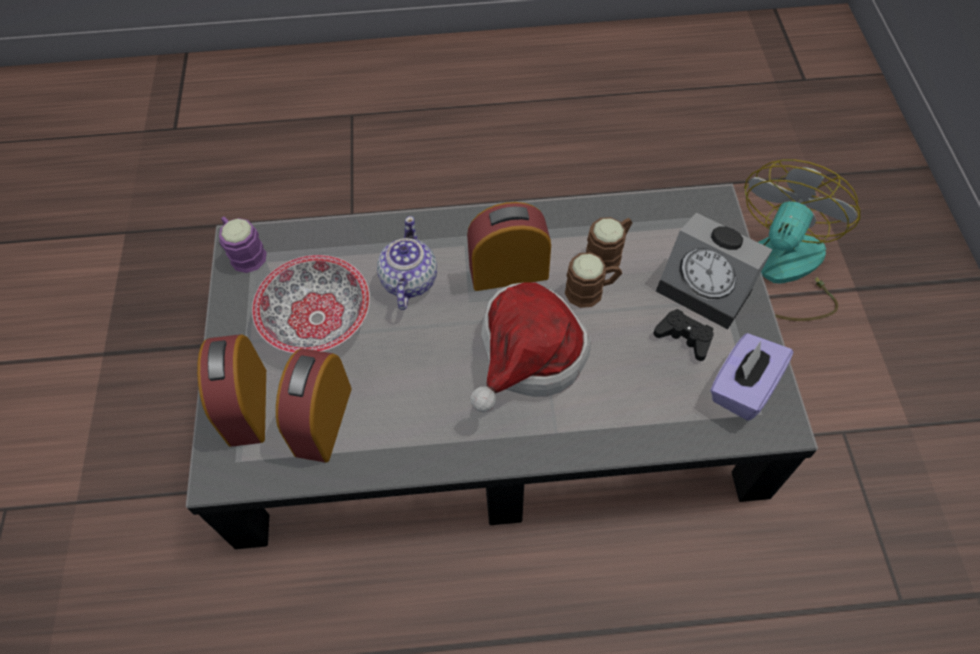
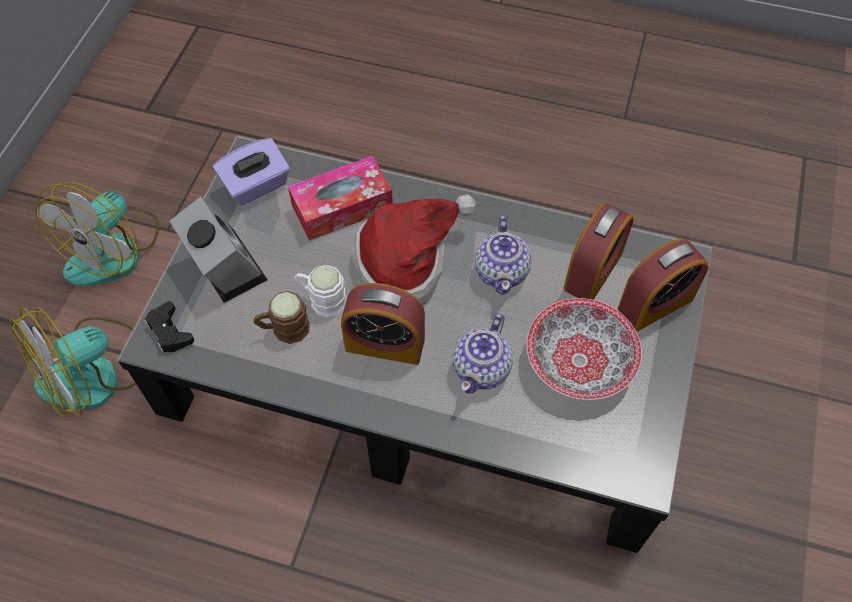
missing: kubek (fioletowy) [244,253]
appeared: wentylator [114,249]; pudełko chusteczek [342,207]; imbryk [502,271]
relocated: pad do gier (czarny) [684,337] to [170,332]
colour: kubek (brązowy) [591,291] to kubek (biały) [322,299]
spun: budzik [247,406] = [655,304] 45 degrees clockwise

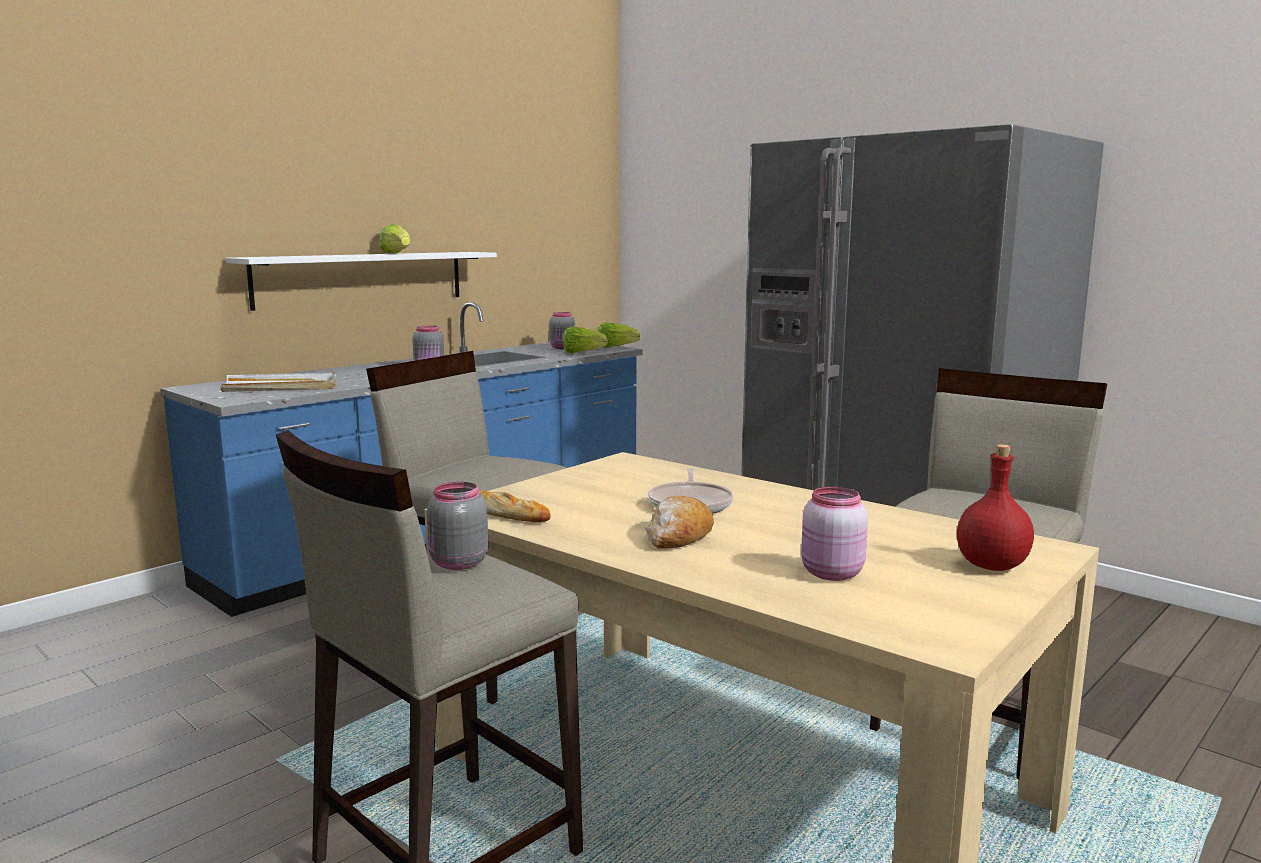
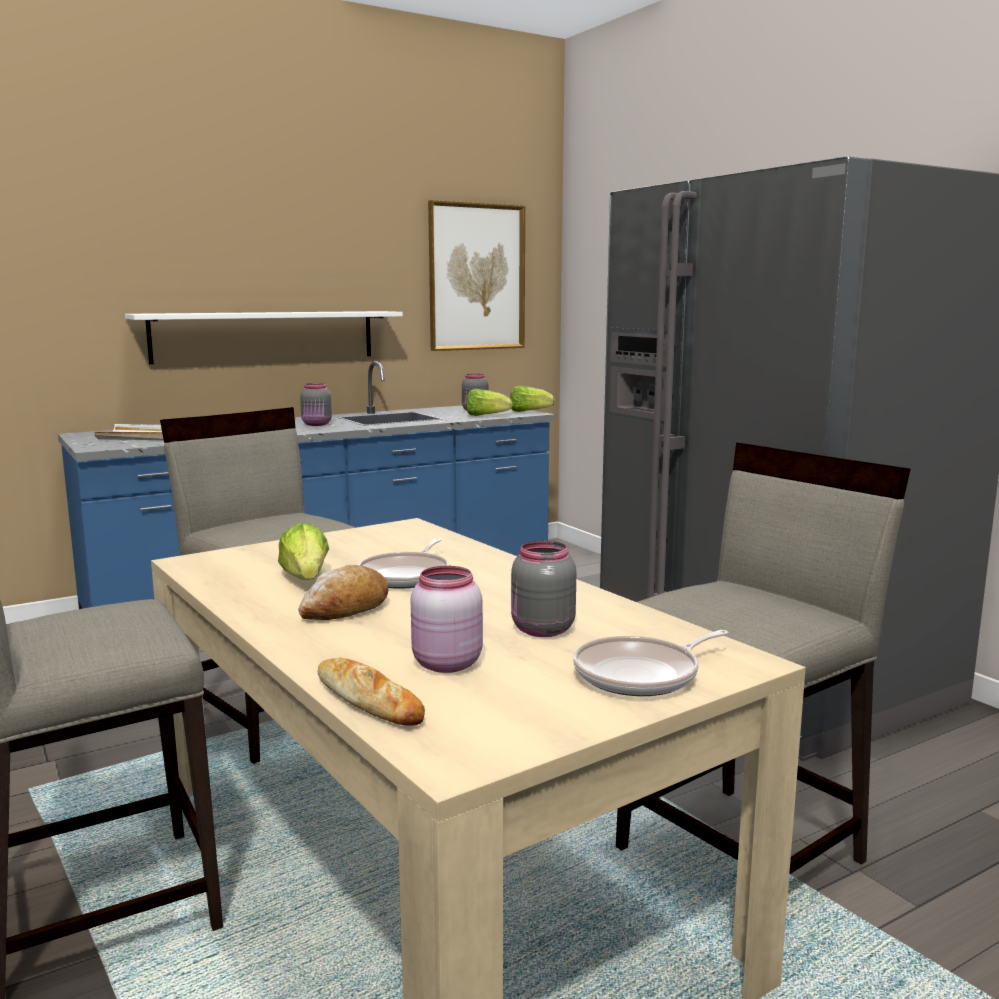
appeared: obraz [476,277]
relocated: sałata [397,254] to [306,579]; chleb [504,514] to [368,700]; słoik (szary) [457,563] to [541,630]
exchanged: butelka (czerwony) [993,566] to patelnia [641,675]

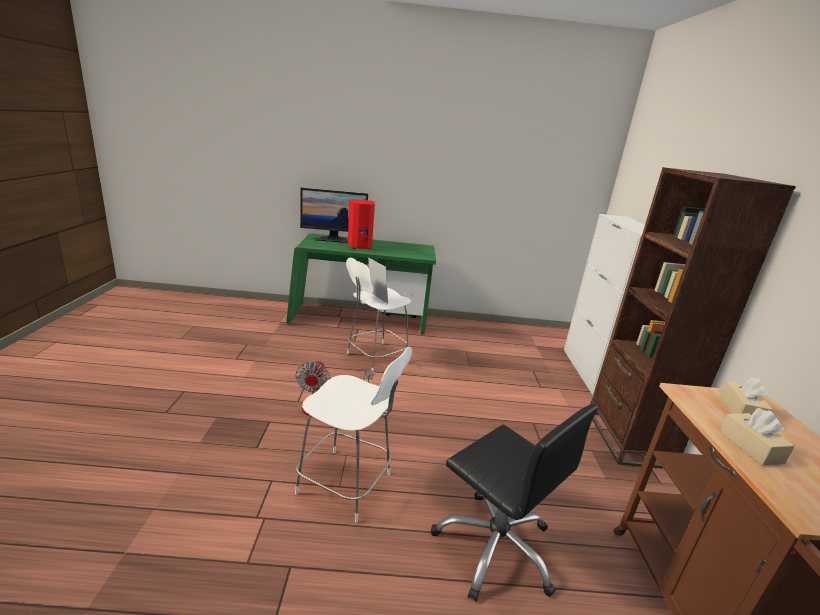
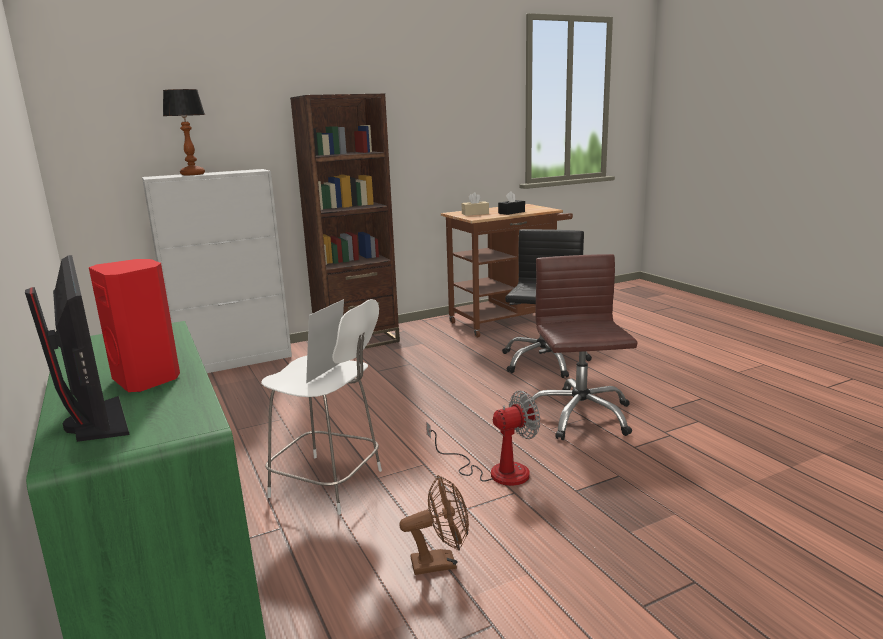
appeared: lampa stołowa [193,174]; wentylator (brązowy) [441,562]
exchanged: stołek (biały) [347,485] to krzesło biurowe (brązowy) [579,415]
colour: pudełko chusteczek (beżowy) [750,447] to pudełko chusteczek (czarny) [511,212]

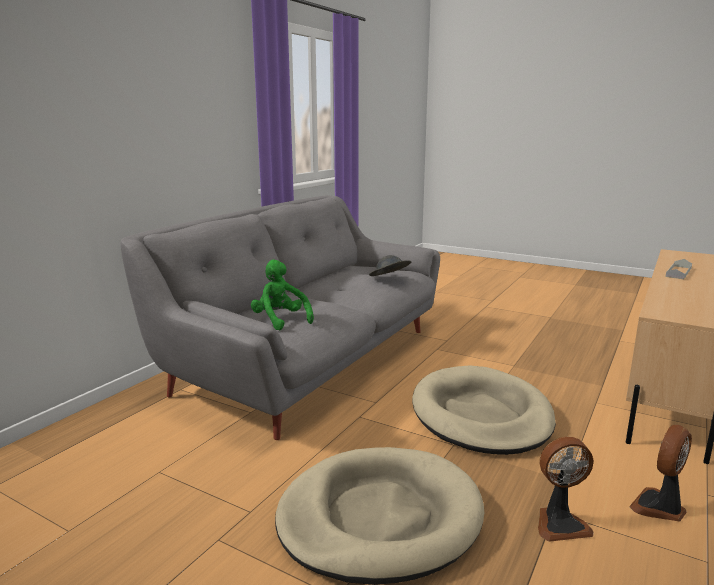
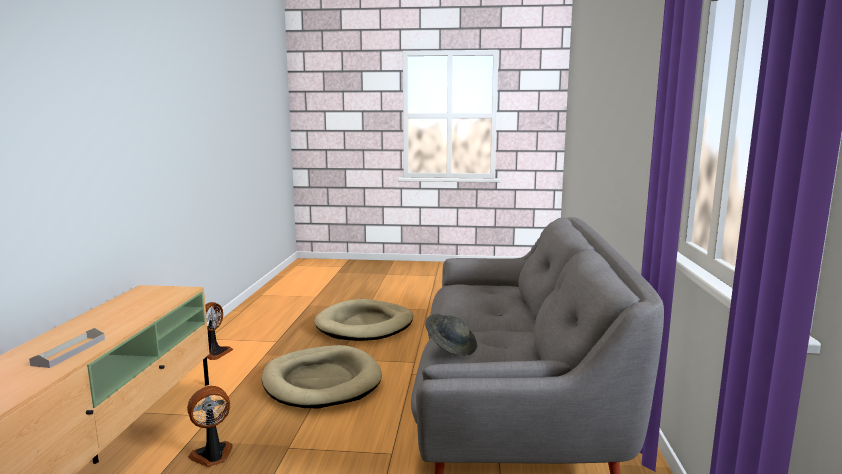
missing: pluszak (zielony) [280,320]
relocated: wentylator [559,523] to [213,456]

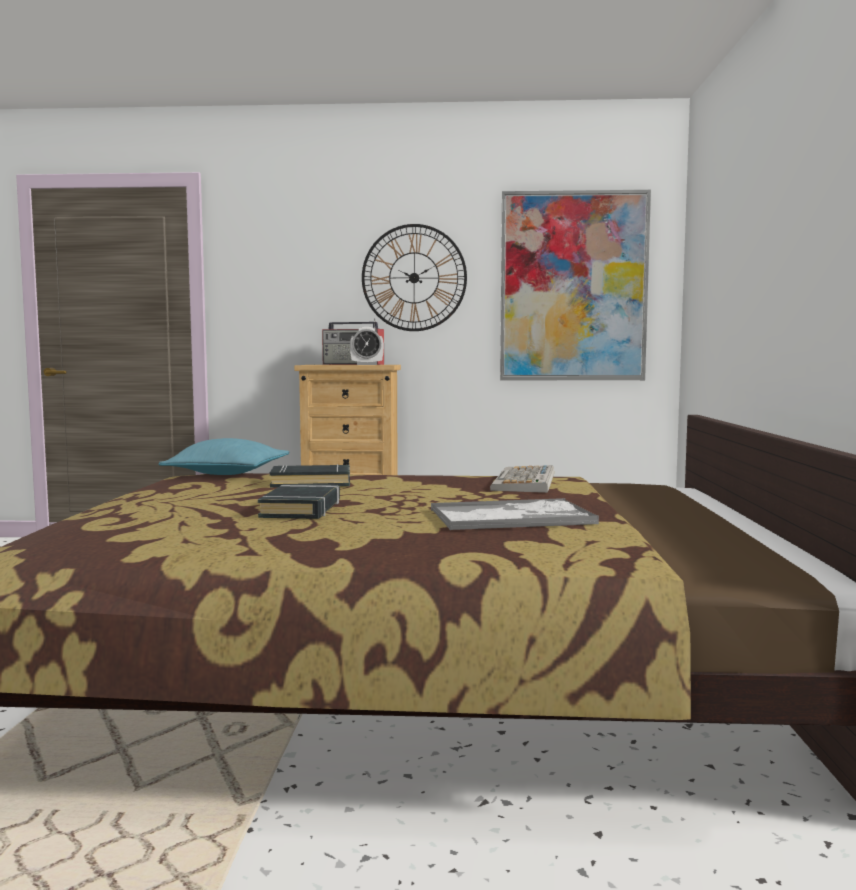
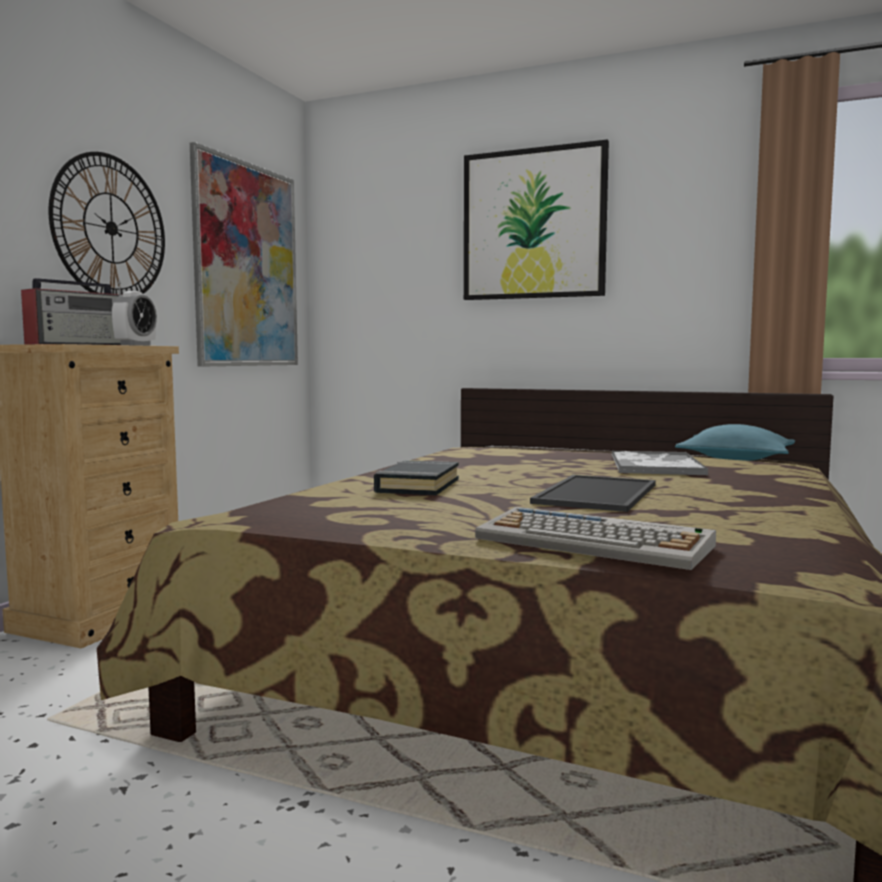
appeared: obraz [533,224]
relocated: klawiatura [525,482] to [595,542]; poduszka (turkusowy) [227,473] to [736,459]
exchanged: książka (czarny) [301,509] to taca [594,493]

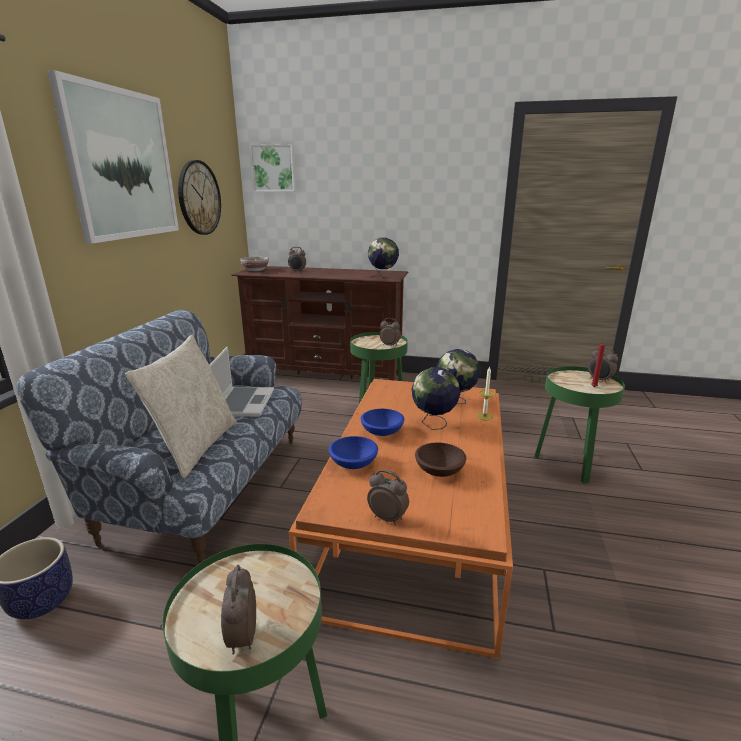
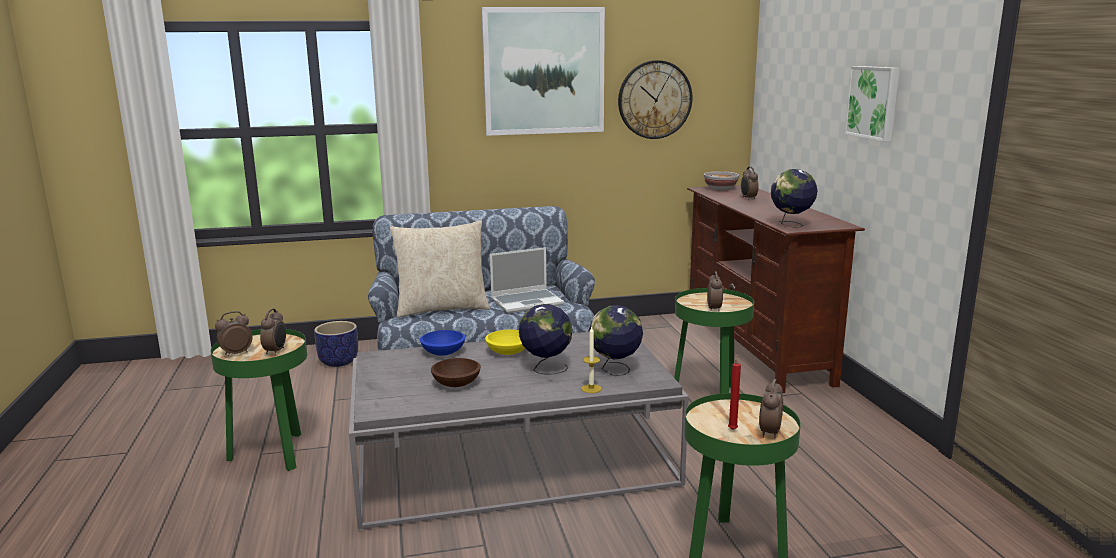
relocated: budzik [388,517] to [276,351]; obraz [274,168] to [874,102]
colour: ława (pomarańczowy) [415,517] to ława (szary) [514,461]; miska (niebieski) [382,431] to miska (żółty) [509,352]

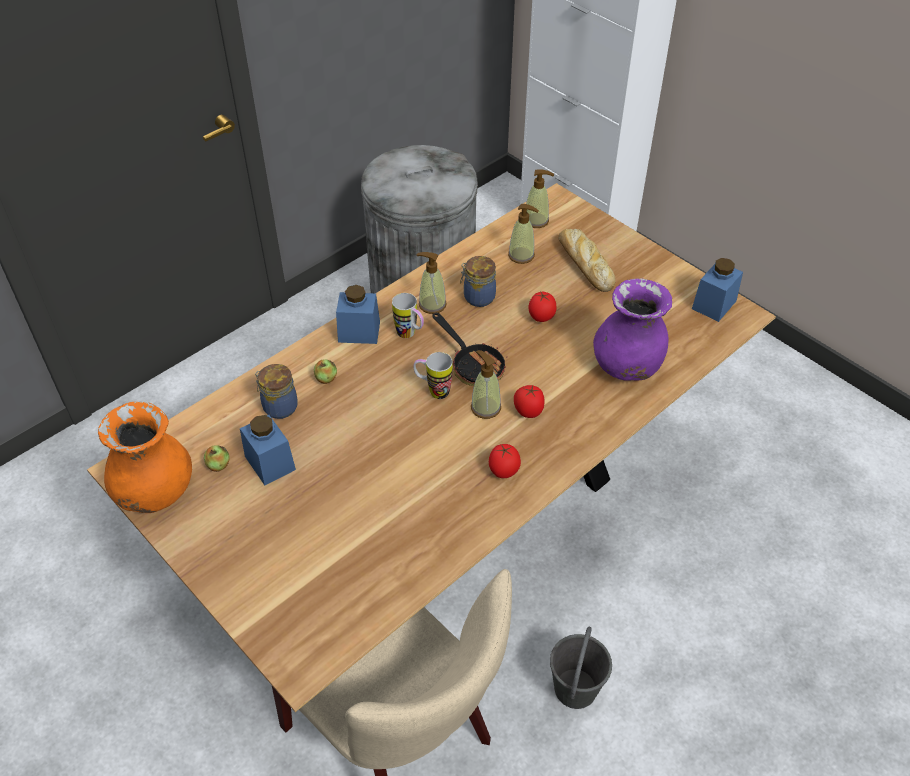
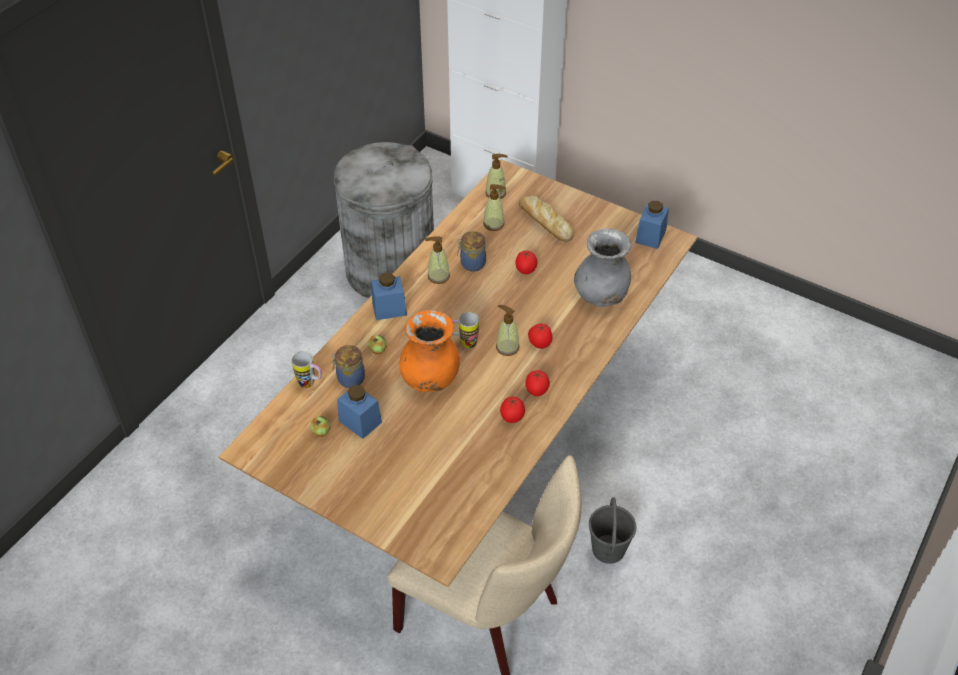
missing: patelnia [473,364]
appeared: pomidor [512,418]
relocated: kubek [410,335] to [310,384]; wazon (pomarańczowy) [155,492] to [430,378]
colour: wazon (fioletowy) [627,366] to wazon (szary) [601,295]

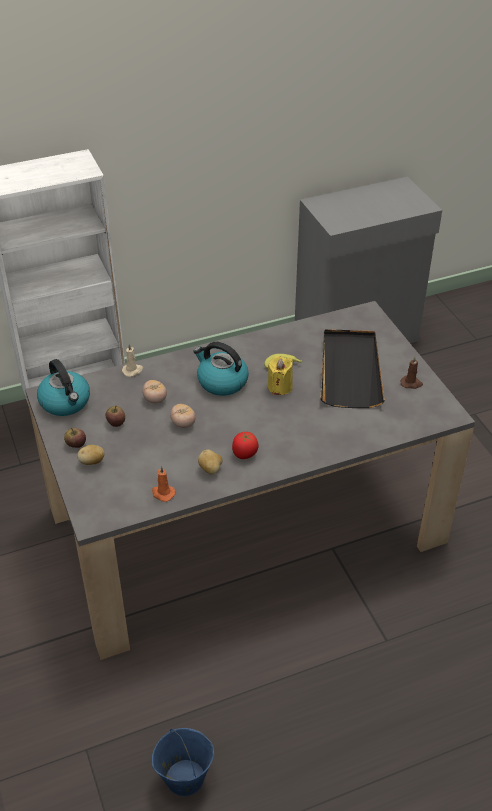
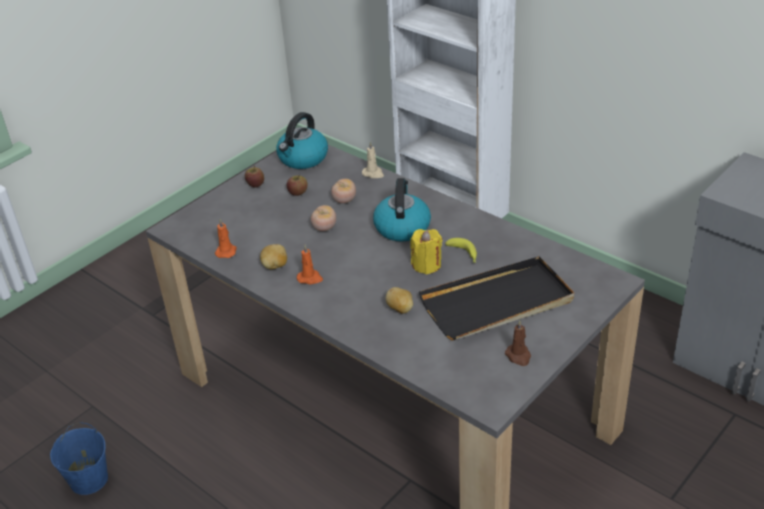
relocated: ziemniak [92,462] to [400,309]
exchanged: pomidor [244,454] to świeca (pomarańczowy) [310,278]

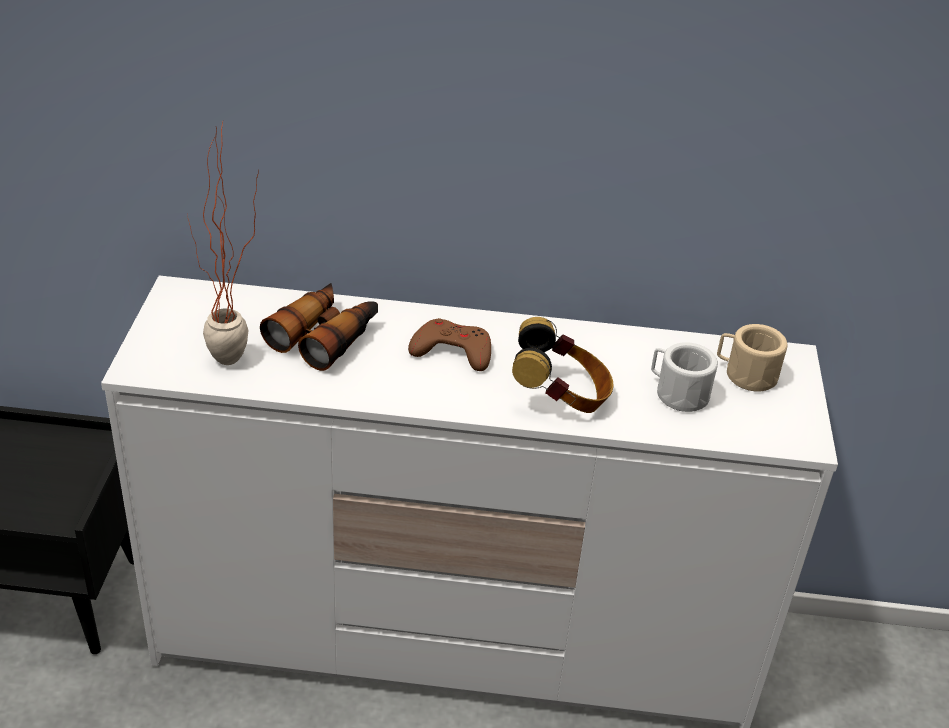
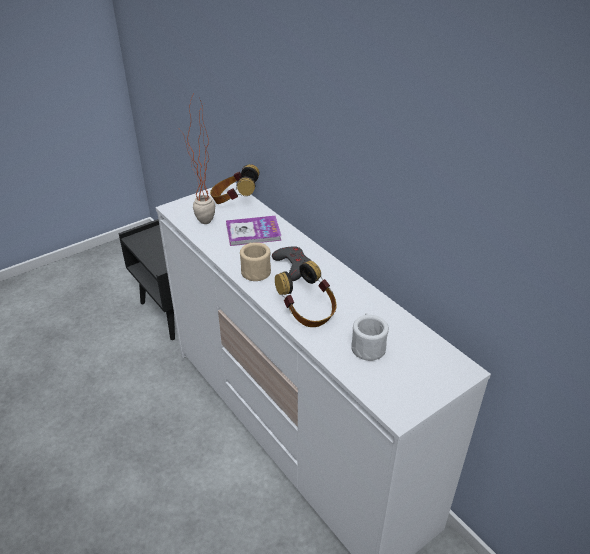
appeared: słuchawki [234,201]
relocated: kubek (beżowy) [745,374] to [255,270]
exchanged: lornetka [325,336] to książka [253,232]
colour: pad do gier (brązowy) [452,351] to pad do gier (szary) [293,266]

